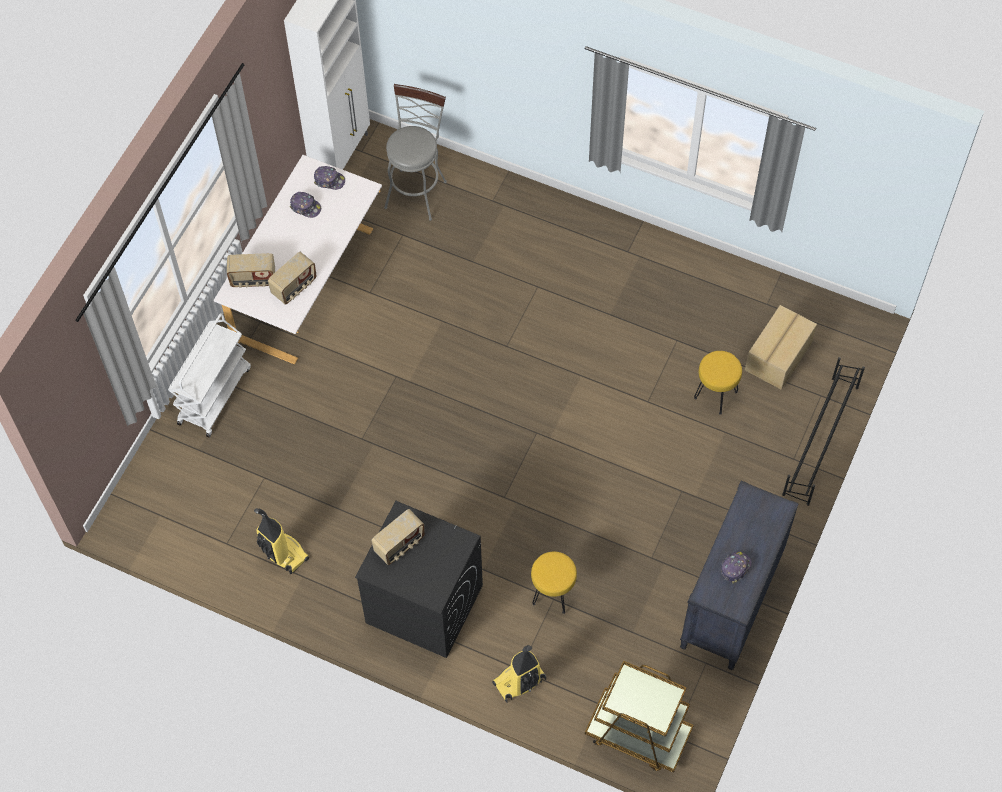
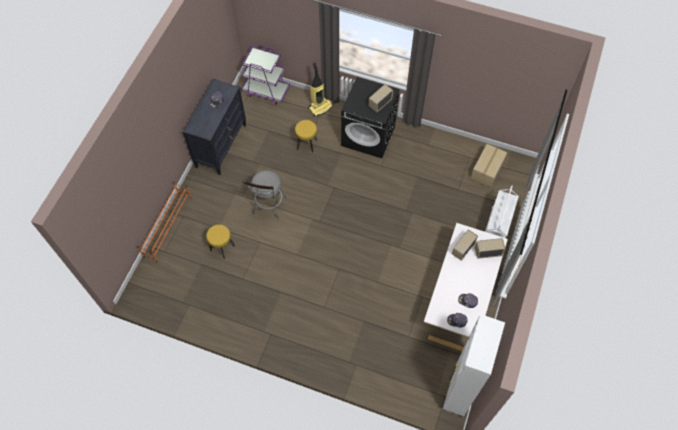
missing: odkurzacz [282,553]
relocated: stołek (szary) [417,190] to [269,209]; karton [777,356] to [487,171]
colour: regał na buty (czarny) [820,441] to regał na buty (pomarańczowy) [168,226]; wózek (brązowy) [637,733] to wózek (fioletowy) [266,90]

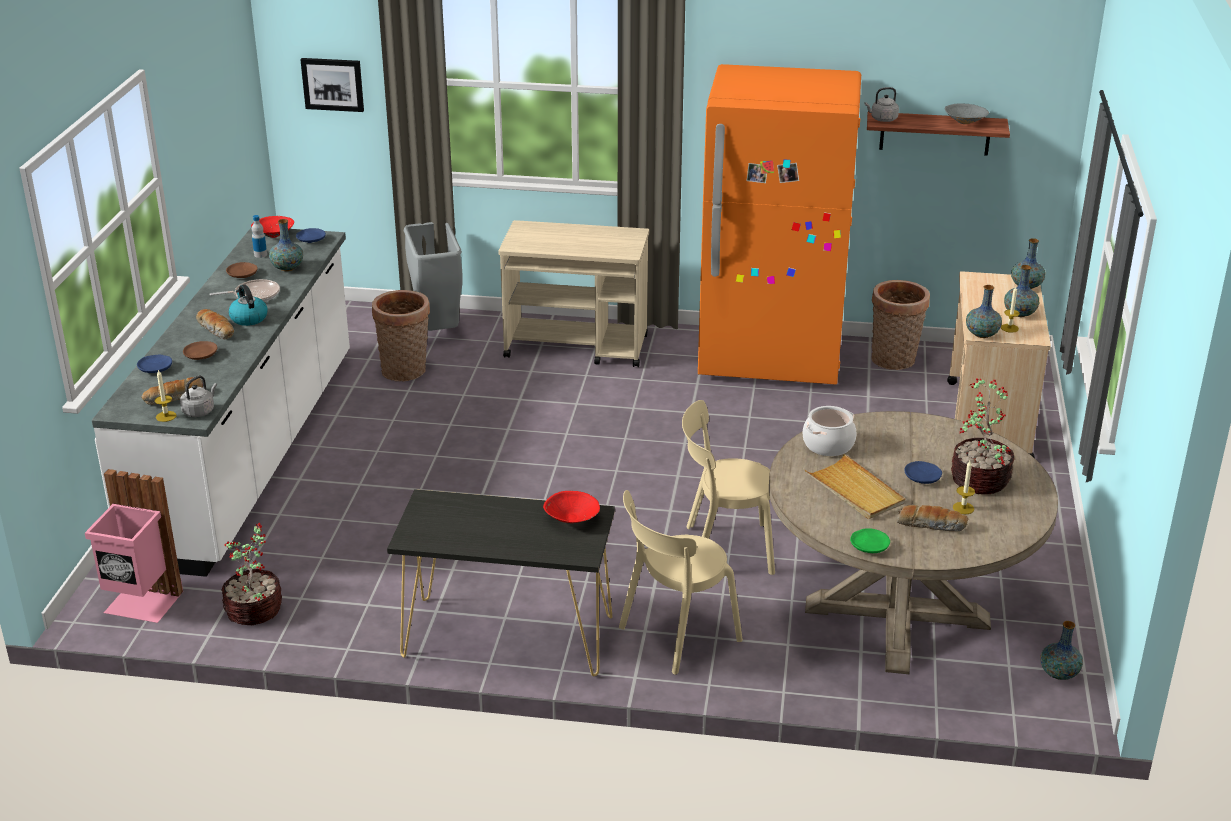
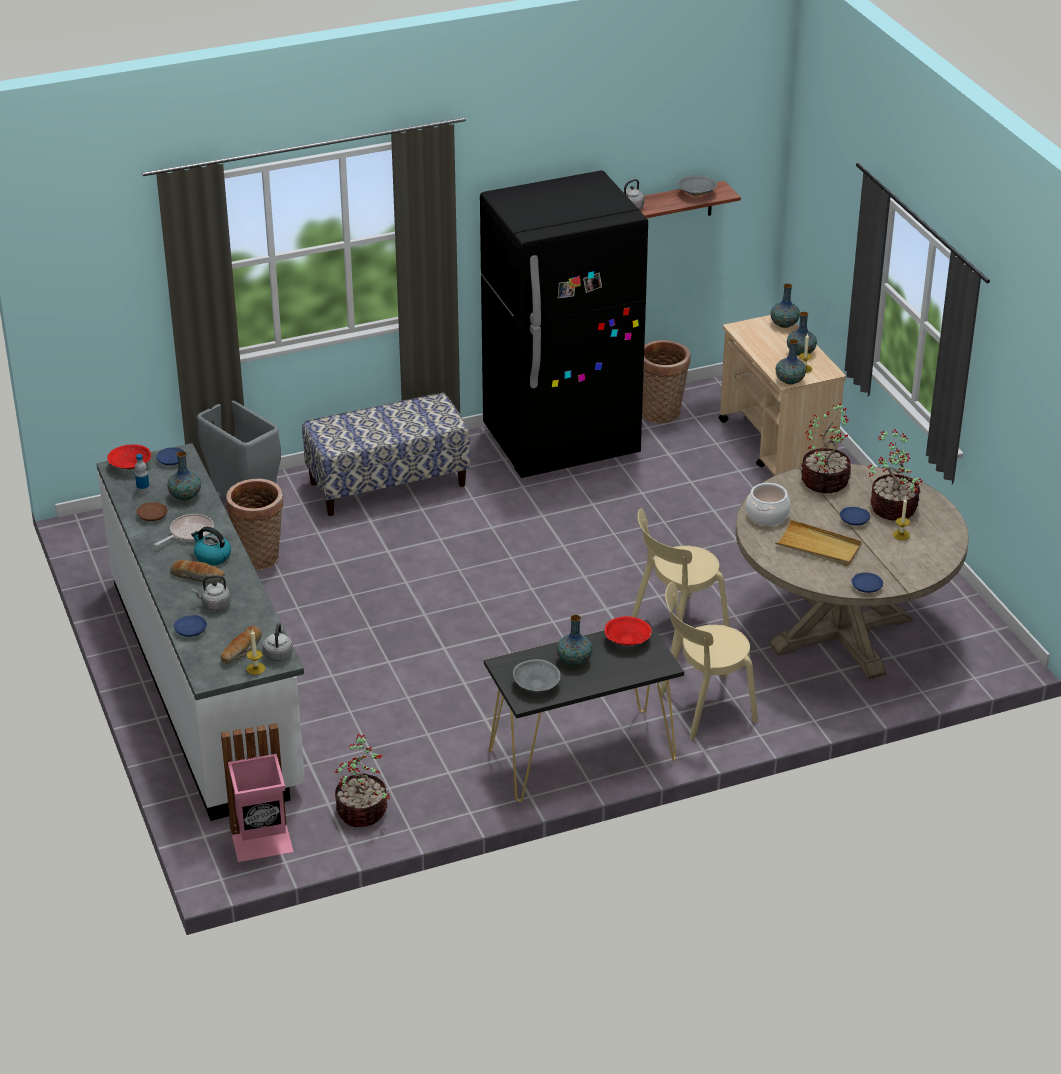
missing: obraz [333,84]; chleb [931,524]
appeared: miska (szary) [537,685]; roślina doniczkowa [825,481]
relocated: wazon [1058,674] to [574,661]
exchanged: talerz (brązowy) [200,355] to czajnik (szary) [214,605]; wózek (beżowy) [577,347] to ławka [388,484]
colour: lodówka (pomarańczowy) [770,359] to lodówka (czarny) [561,443]; talerz (zielony) [869,546] to talerz (niebieski) [866,587]
spun: krzesło (beżowy) [675,636] = [703,708] 45 degrees clockwise

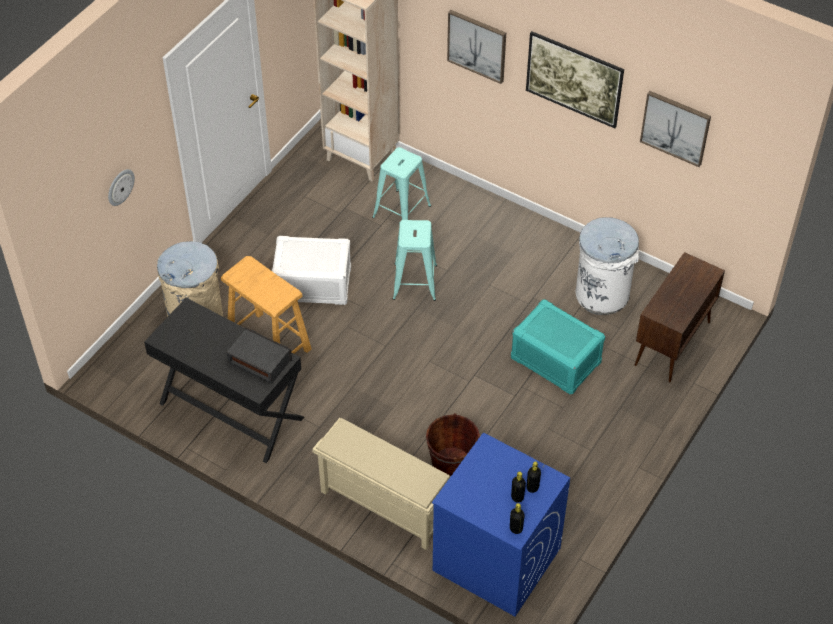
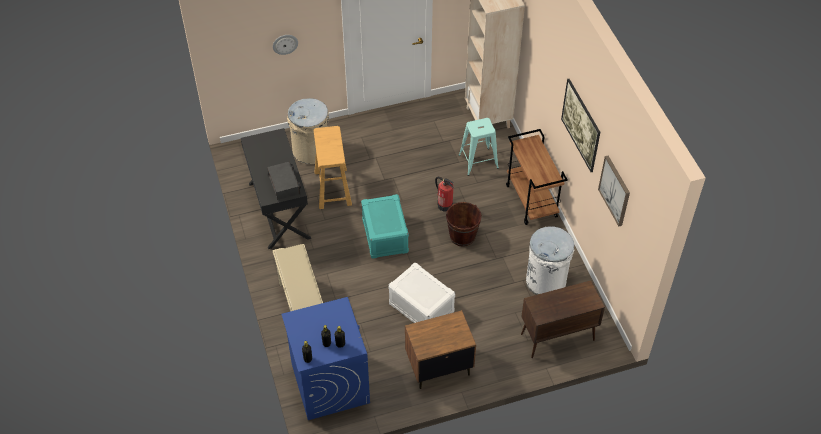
missing: obraz [477,45]
appeared: szafka nocna (brązowy) [438,366]; wózek (brązowy) [532,201]
relocated: pojemnik do przechowywania (turkusowy) [555,360] to [384,235]; pojemnik do przechowywania (biały) [312,284] to [421,307]; wiadro (brązowy) [451,465] to [462,236]
exchanged: stołek (turkusowy) [415,282] to gaśnica [444,205]

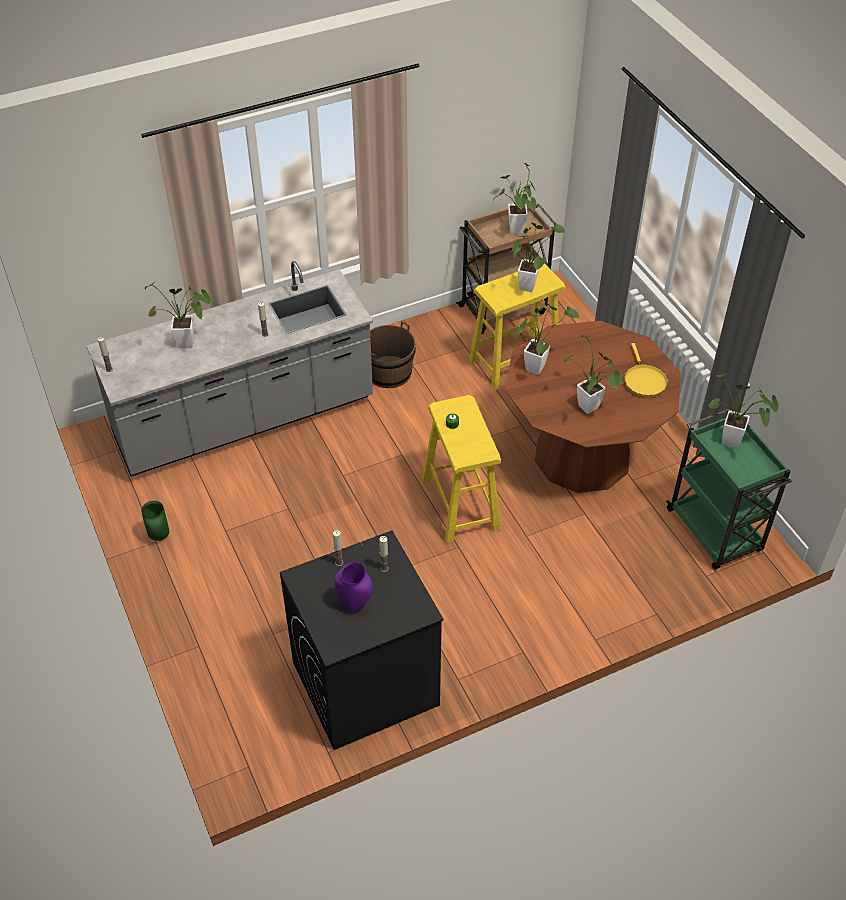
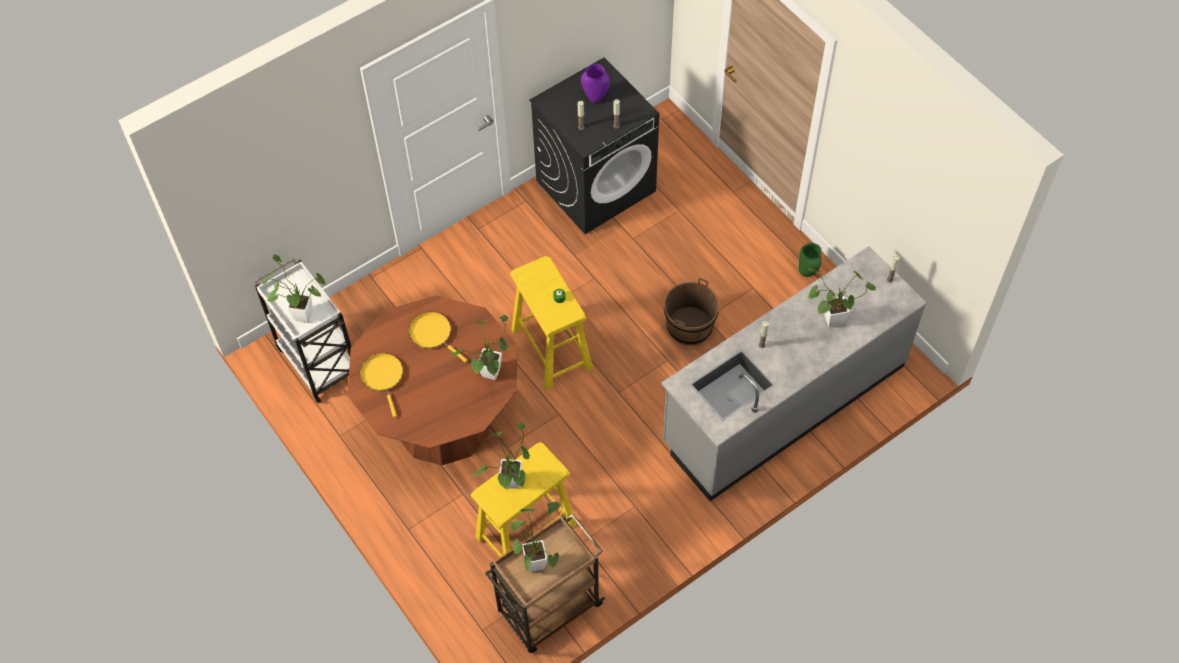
relocated: wiadro (brązowy) [389,372] to [689,326]
exchanged: roślina doniczkowa [591,410] to patelnia (żółty) [433,334]
colour: wózek (zielony) [715,532] to wózek (biały) [317,361]

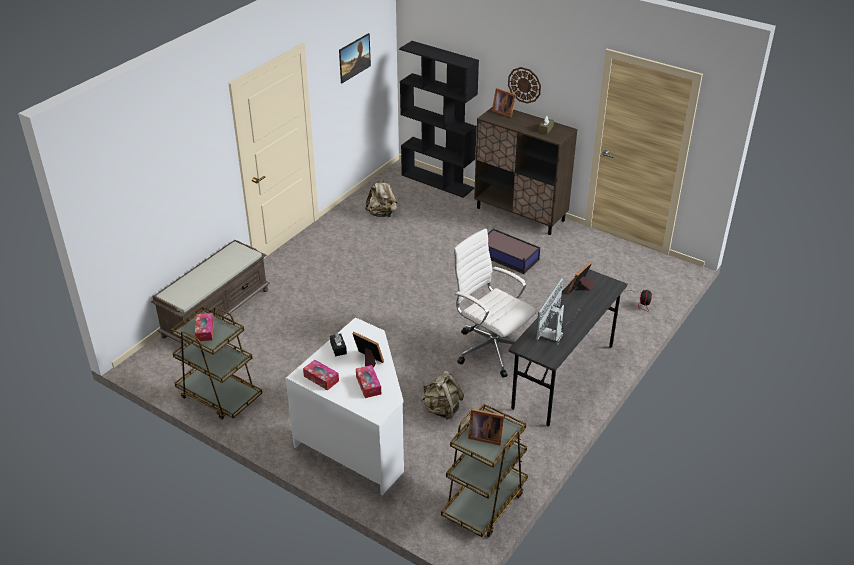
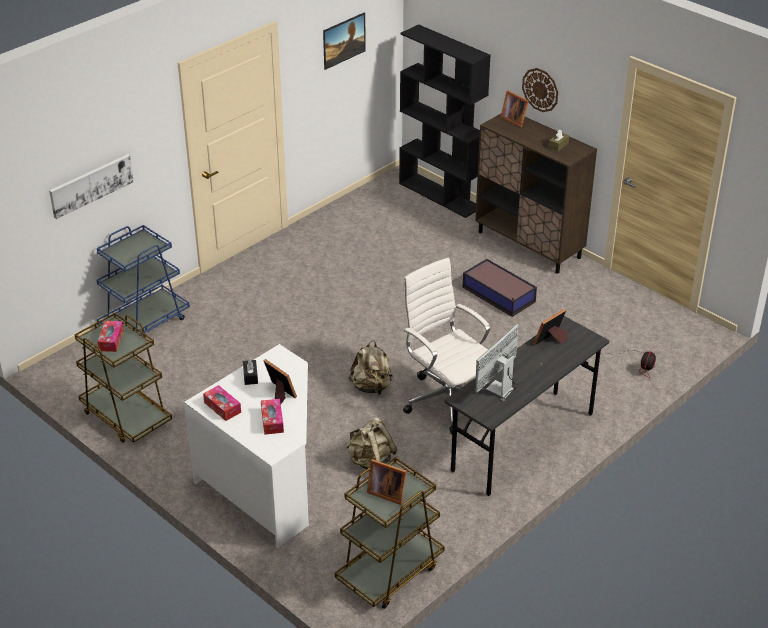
appeared: obraz [91,185]
relocated: plecak (beżowy) [382,214] to [371,387]
exchanged: ławka (brązowy) [216,312] to wózek (niebieski) [145,322]

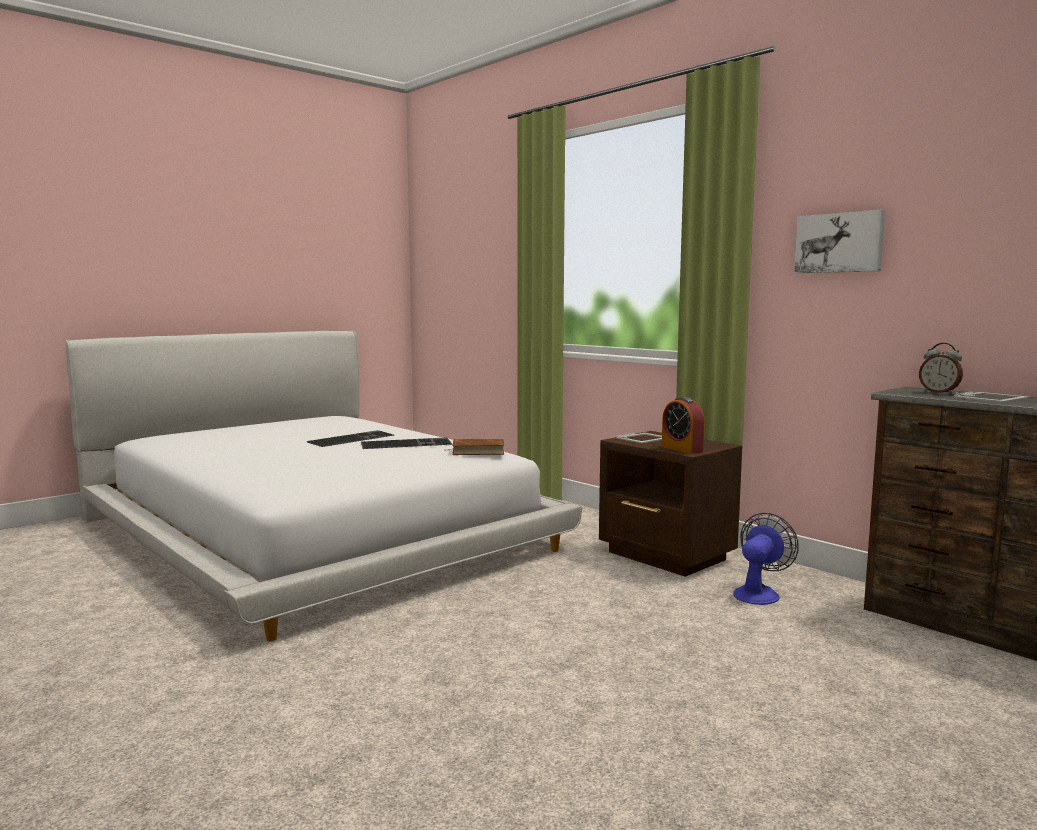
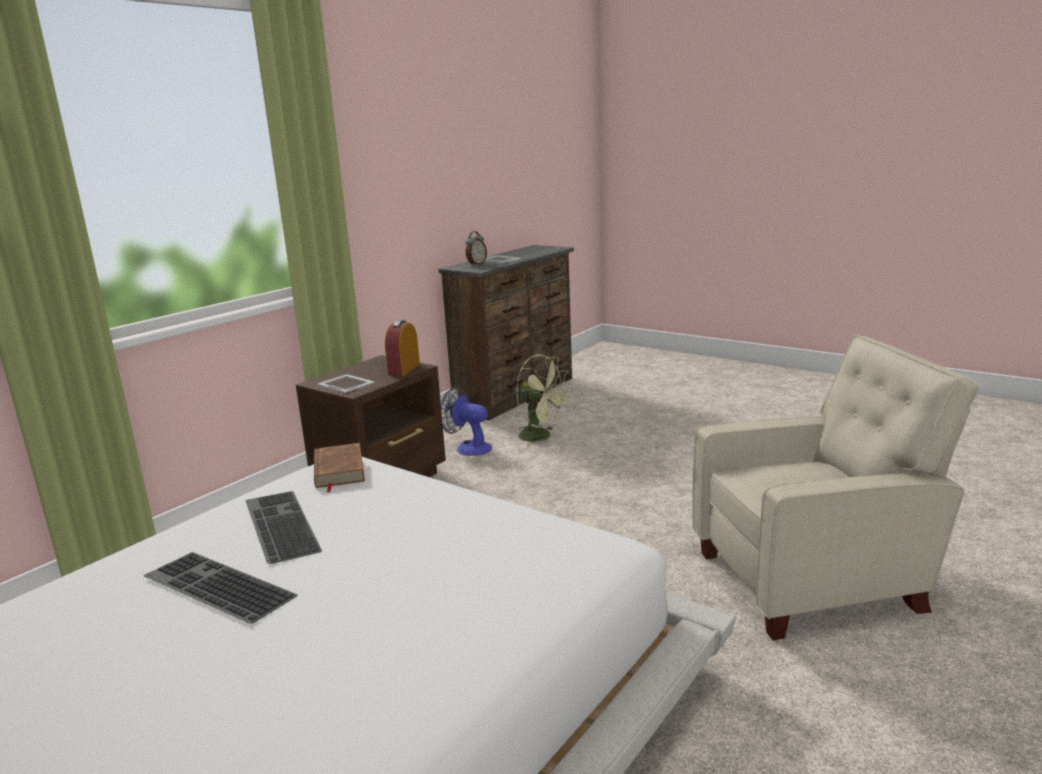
missing: obraz [839,243]
appeared: wentylator (zielony) [541,437]; fotel (beżowy) [815,580]
spun: budzik [682,449] = [404,369] 150 degrees clockwise

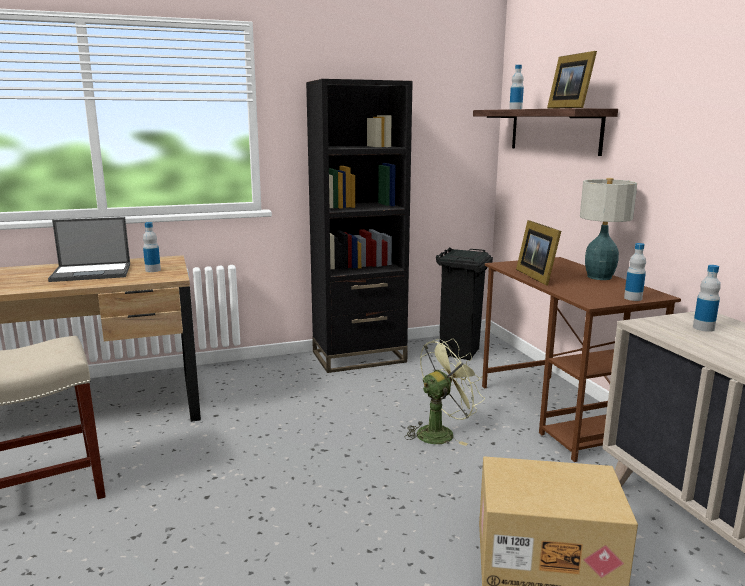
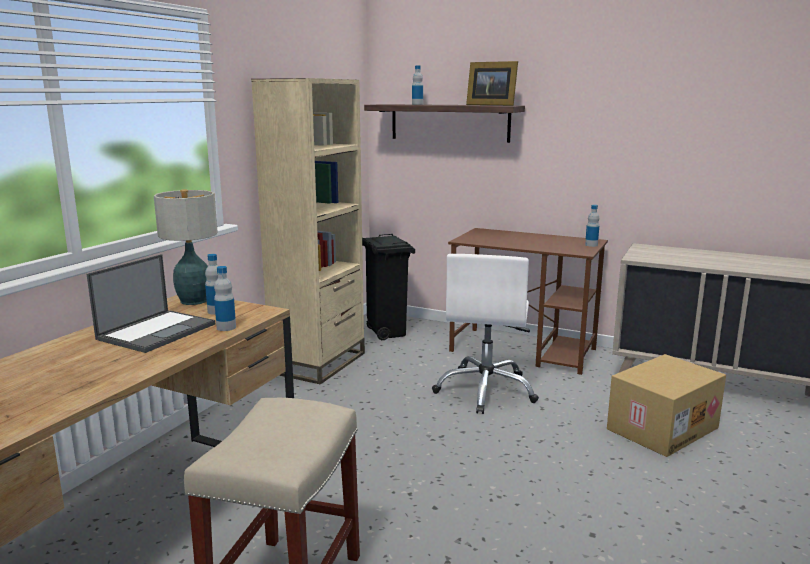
missing: ramka na zdjęcie [537,276]
relocated: lampa stołowa [598,277] to [193,301]; butelka [703,328] to [226,327]
exchanged: wentylator (zielony) [441,432] to krzesło biurowe (biały) [486,390]
colour: regał (czarny) [359,357] to regał (beżowy) [319,363]

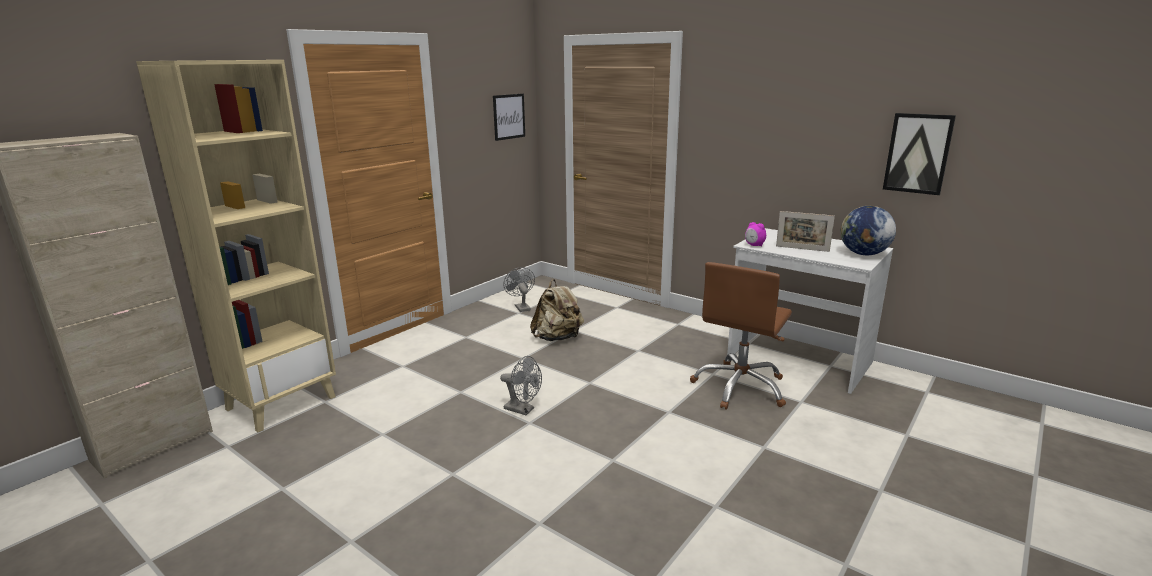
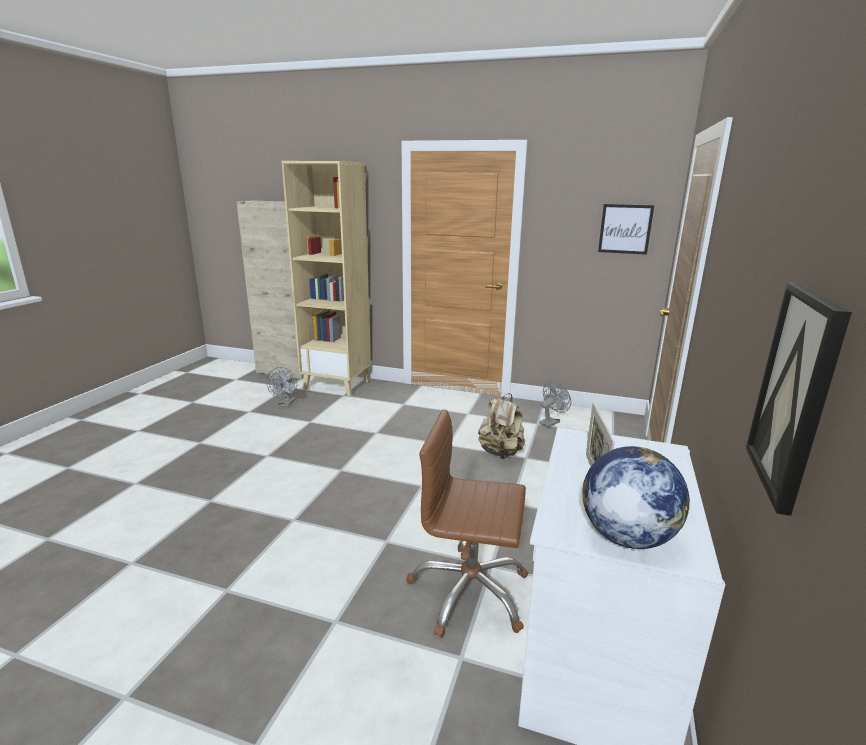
missing: budzik [754,245]
relocated: wentylator (szary) [523,410] to [285,404]

